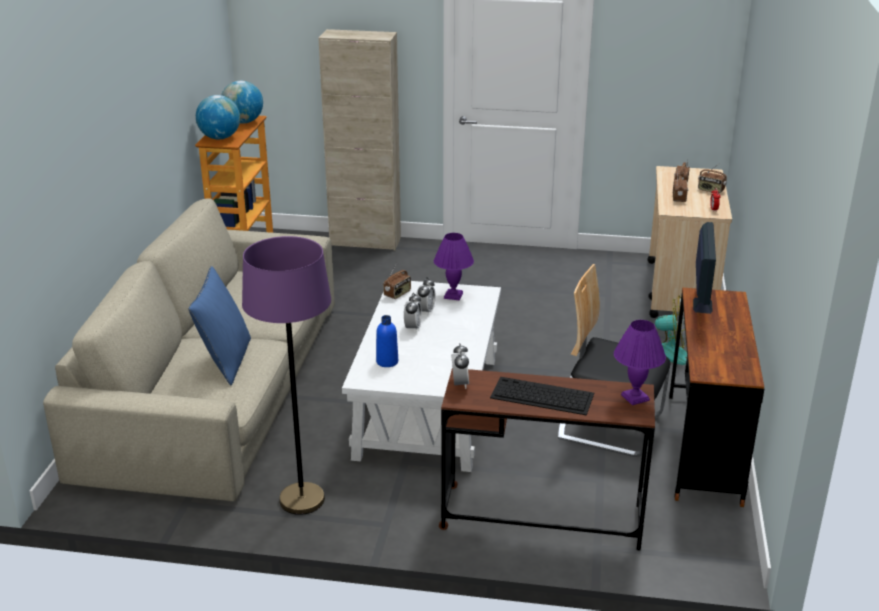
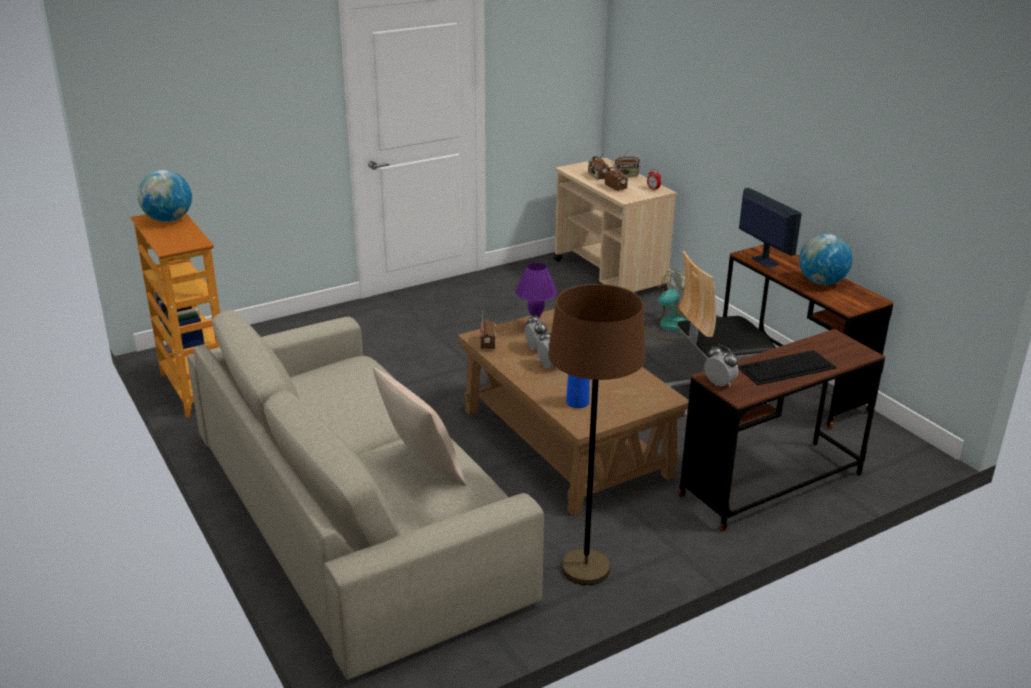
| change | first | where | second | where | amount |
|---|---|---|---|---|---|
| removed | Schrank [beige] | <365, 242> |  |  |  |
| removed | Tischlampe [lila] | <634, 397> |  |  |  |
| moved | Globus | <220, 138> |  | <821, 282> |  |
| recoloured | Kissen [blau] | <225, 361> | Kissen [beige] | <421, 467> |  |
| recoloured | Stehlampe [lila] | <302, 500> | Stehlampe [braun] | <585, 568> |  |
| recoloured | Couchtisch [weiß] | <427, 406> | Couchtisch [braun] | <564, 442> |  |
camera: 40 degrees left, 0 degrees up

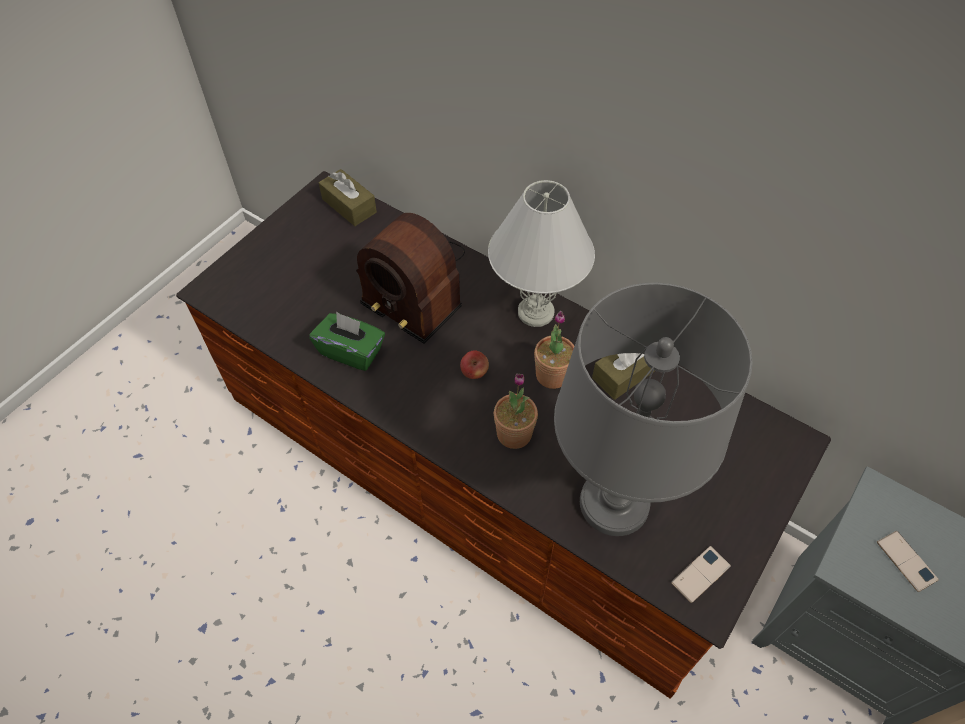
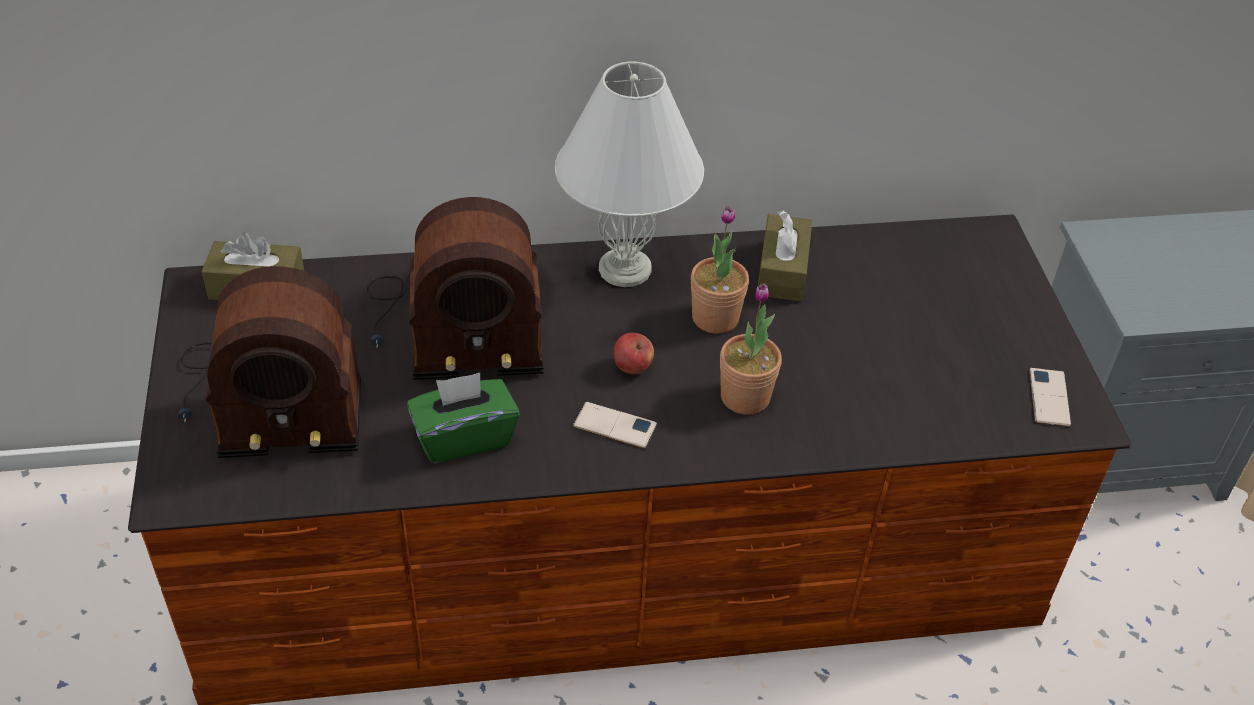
| change | first | where | second | where | amount |
|---|---|---|---|---|---|
| removed | Tischlampe [grau] | <614, 503> |  |  |  |
| added |  |  | Radio | <270, 397> |  |
| moved | Handy | <906, 561> |  | <615, 425> |  |
camera: 45 degrees left, 10 degrees down

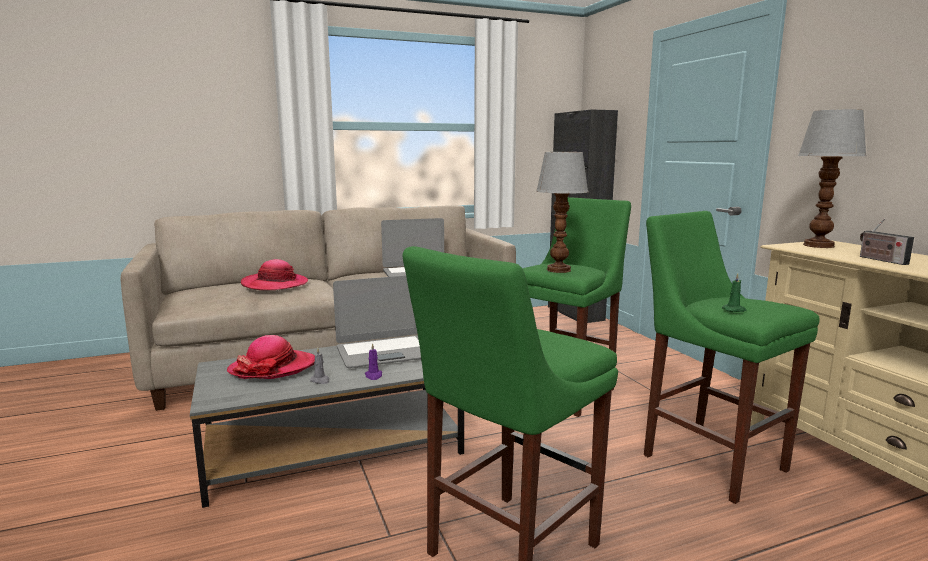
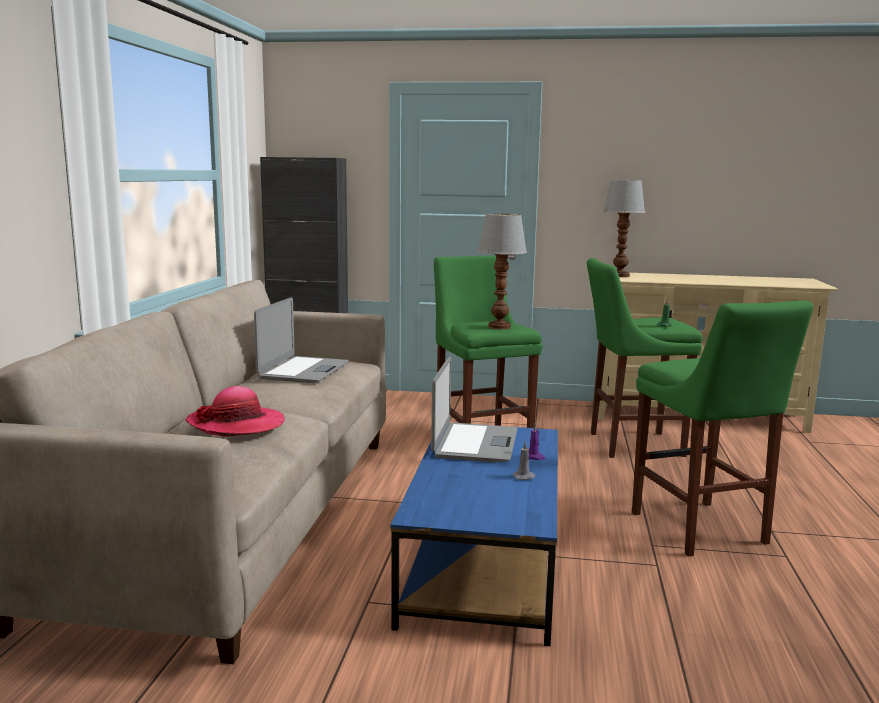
| change | first | where | second | where | amount |
|---|---|---|---|---|---|
| removed | Hut | <273, 368> |  |  |  |
| removed | Radio | <880, 260> |  |  |  |
| recoloured | Couchtisch [grau] | <333, 447> | Couchtisch [blau] | <483, 560> |  |
camera: 60 degrees left, 0 degrees up

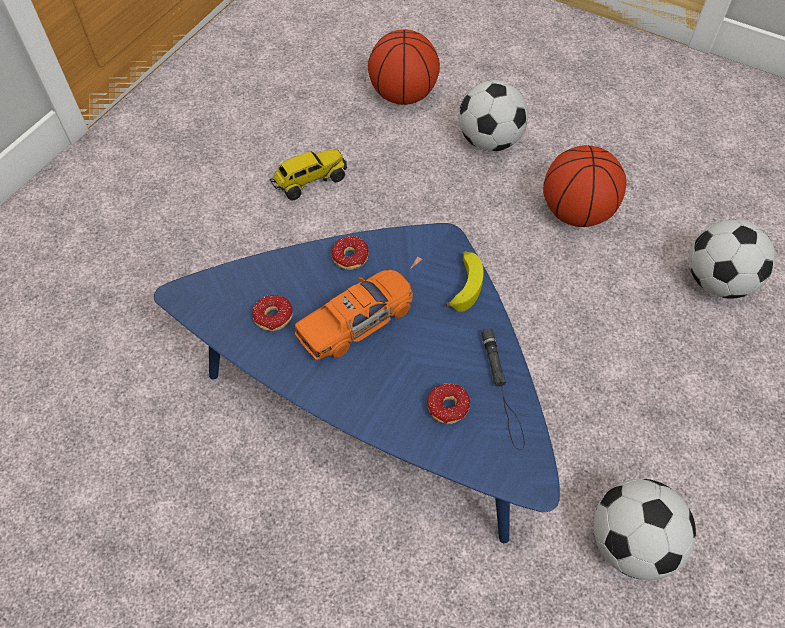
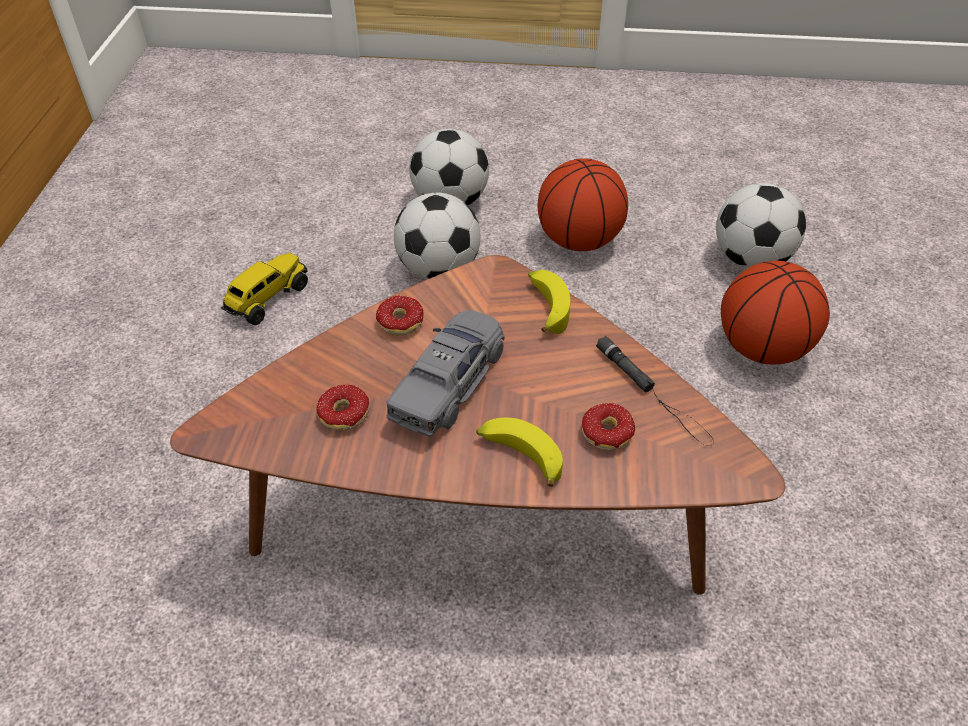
| change | first | where | second | where | amount |
|---|---|---|---|---|---|
| added |  |  | Banane | <519, 456> |  |
| moved | Basketball | <403, 95> |  | <761, 348> |  |
| moved | Fußball | <630, 542> |  | <438, 269> |  |
| recoloured | Couchtisch [blau] | <379, 407> | Couchtisch [braun] | <481, 506> |  |
| recoloured | Spielzeugauto [orange] | <357, 322> | Spielzeugauto [grau] | <449, 385> |  |
camera: 25 degrees left, 10 degrees down

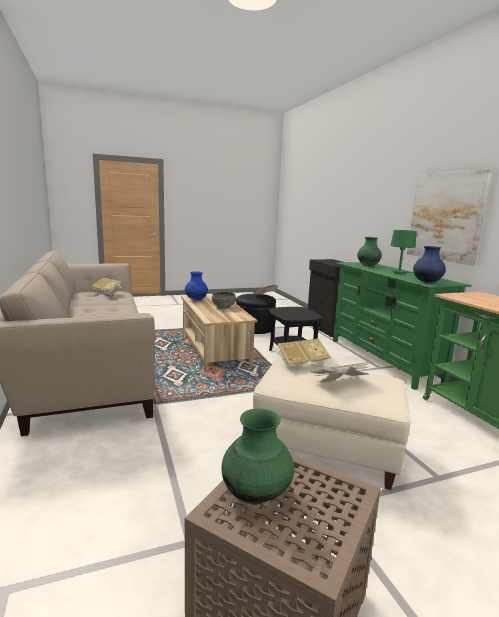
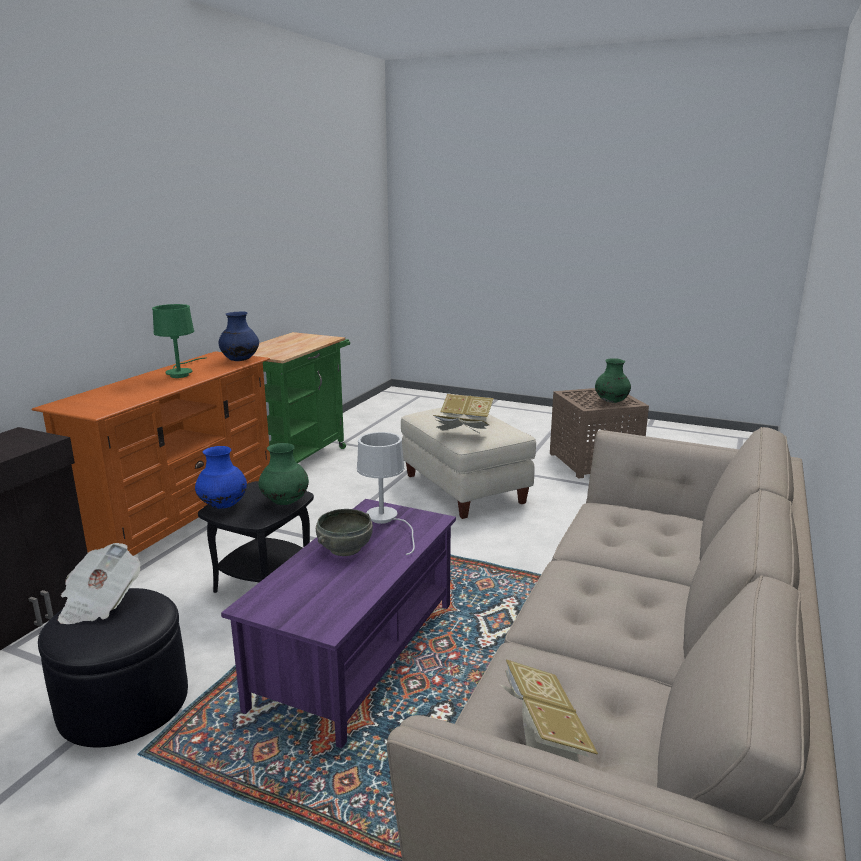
| change | first | where | second | where | amount |
|---|---|---|---|---|---|
| removed | Bild | <446, 216> |  |  |  |
| added |  |  | Tischlampe [weiß] | <387, 522> |  |
| moved | Vase [blau] | <196, 300> |  | <223, 506> |  |
| moved | Vase [grün] | <368, 265> |  | <285, 502> |  |
| recoloured | Couchtisch [beige] | <214, 351> | Couchtisch [lila] | <357, 654> |  |
| recoloured | Fernsehschrank [grün] | <383, 360> | Fernsehschrank [orange] | <183, 523> |  |
camera: 135 degrees left, 5 degrees up

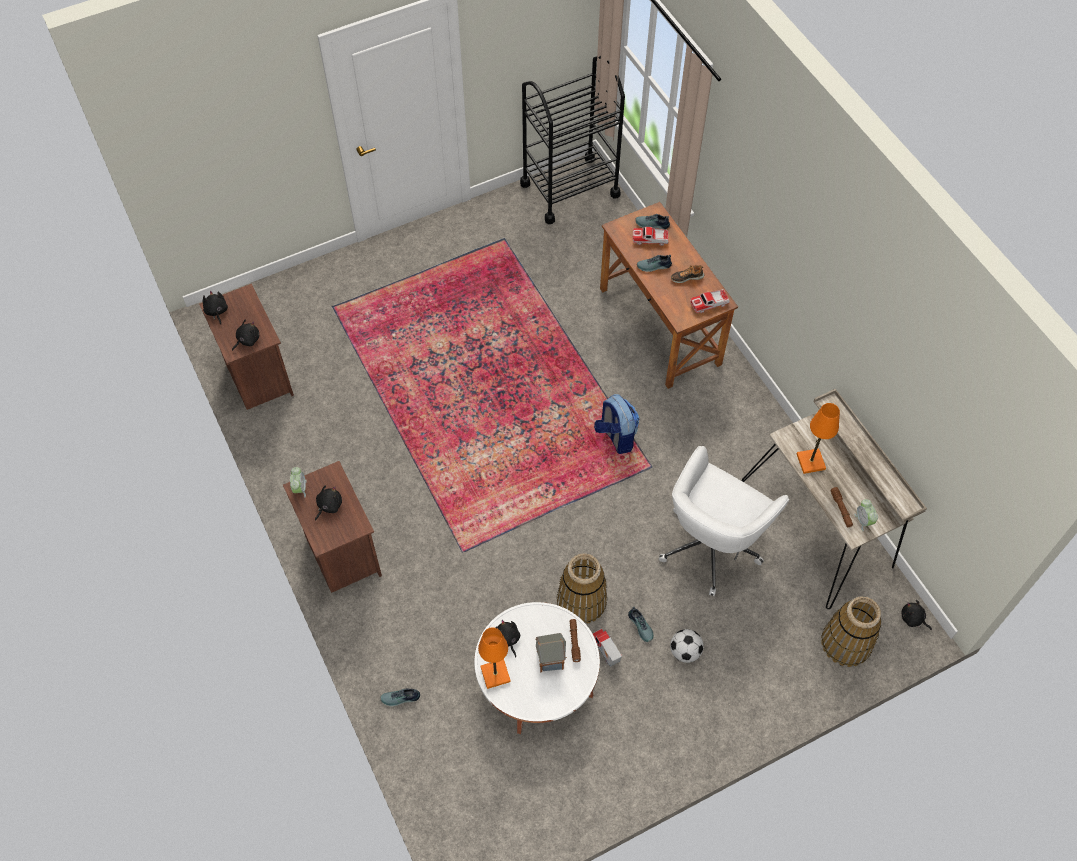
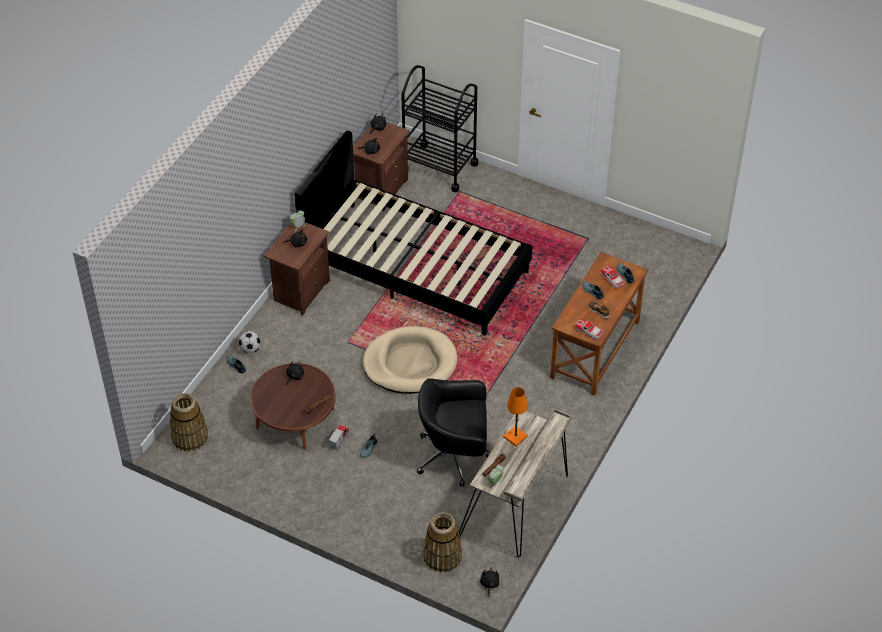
| change | first | where | second | where | amount |
|---|---|---|---|---|---|
| removed | Tischlampe [orange] | <495, 674> |  |  |  |
| removed | Spielzeughaus | <551, 659> |  |  |  |
| removed | Rucksack | <616, 437> |  |  |  |
| added |  |  | Bett [schwarz] | <415, 267> |  |
| added |  |  | Hundebett [beige] | <410, 363> |  |
| moved | Rollwagen [schwarz] | <569, 189> |  | <439, 167> |  |
| moved | Korb | <581, 601> |  | <189, 437> |  |
| moved | Fußball | <685, 651> |  | <250, 349> |  |
| recoloured | Couchtisch [weiß] | <537, 679> | Couchtisch [braun] | <295, 419> |  |
| recoloured | Bürostuhl [weiß] | <712, 544> | Bürostuhl [schwarz] | <454, 456> |  |
camera: 55 degrees right, 10 degrees down

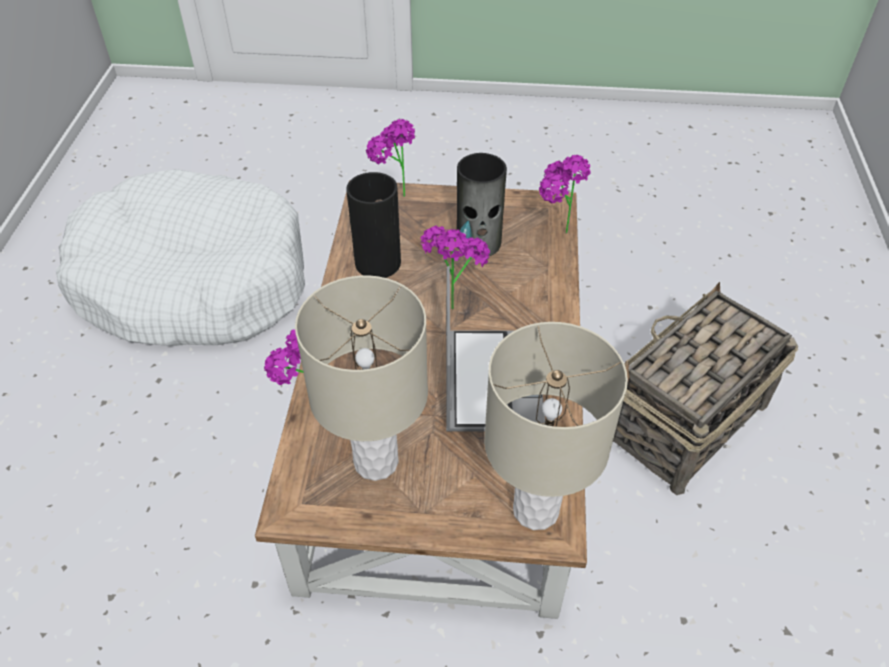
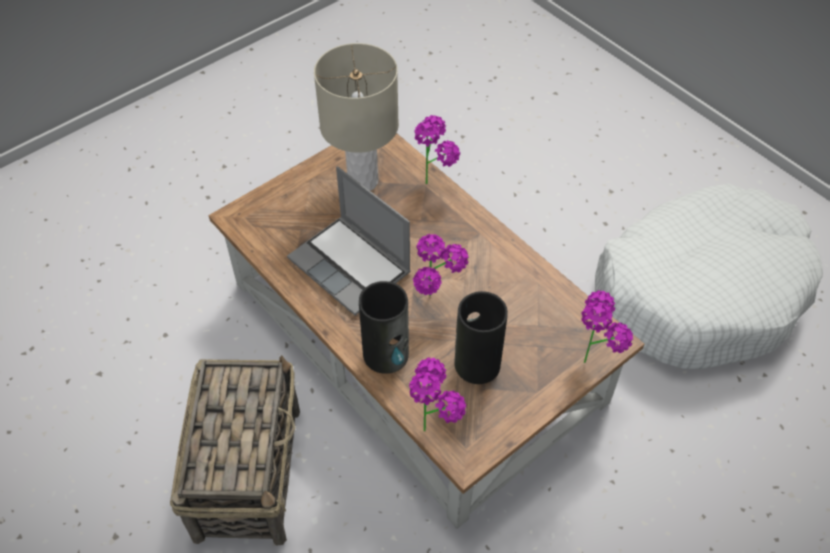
| change | first | where | second | where | amount |
|---|---|---|---|---|---|
| removed | Tischlampe [beige] | <535, 509> |  |  |  |
| moved | Vase | <377, 262> |  | <386, 354> |  |
camera: 135 degrees right, 5 degrees up

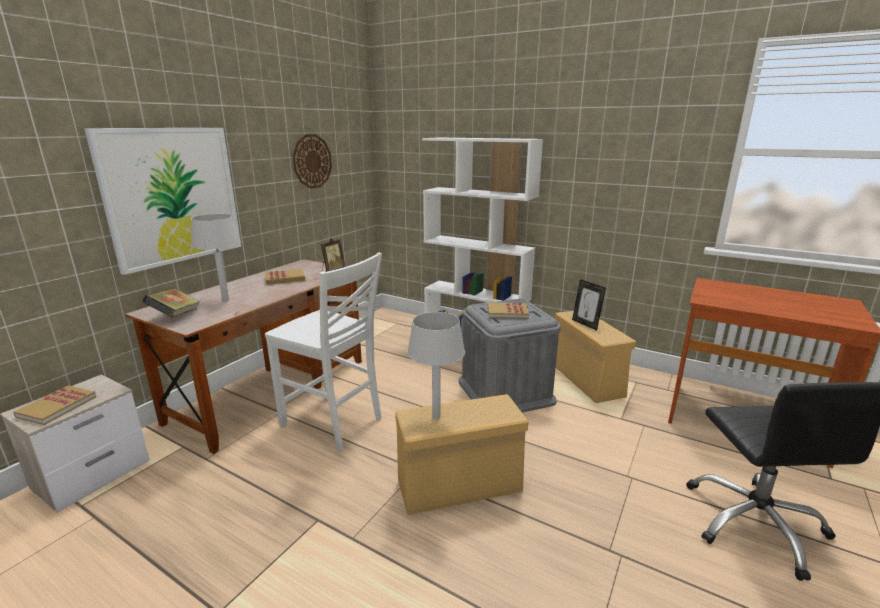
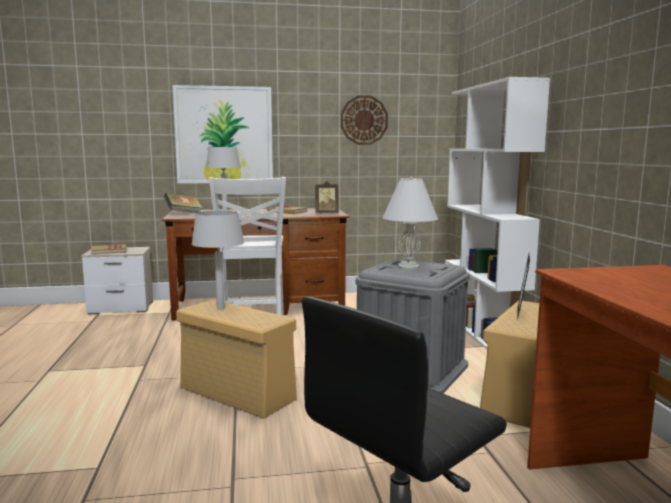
| change | first | where | second | where | amount |
|---|---|---|---|---|---|
| replaced | Buch | <507, 312> | Tischlampe [weiß] | <408, 267> |  |
camera: 50 degrees right, 10 degrees down

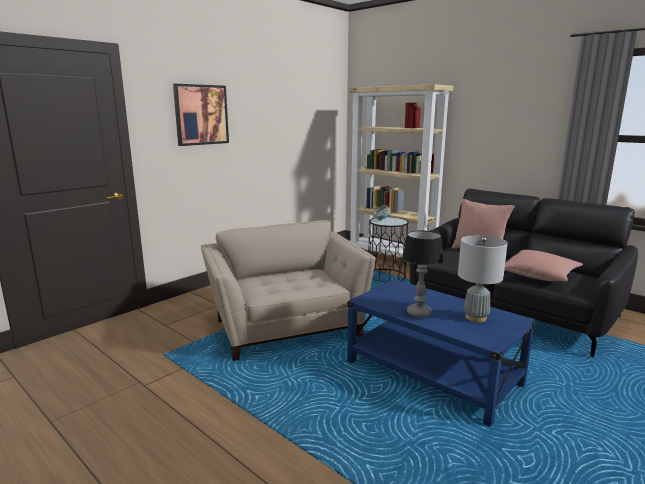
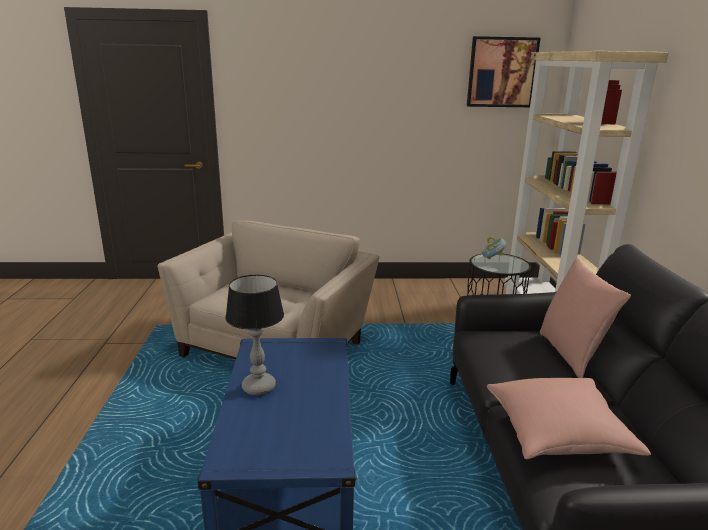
| change | first | where | second | where | amount |
|---|---|---|---|---|---|
| removed | Tischlampe [grau] | <475, 317> |  |  |  |
| moved | Bild | <201, 115> |  | <501, 72> |  |
camera: 45 degrees right, 5 degrees up

